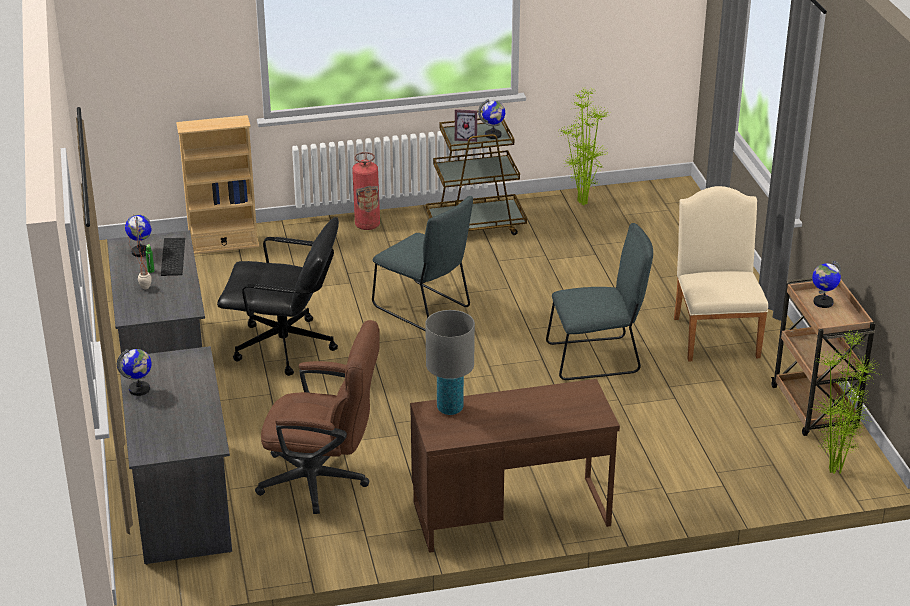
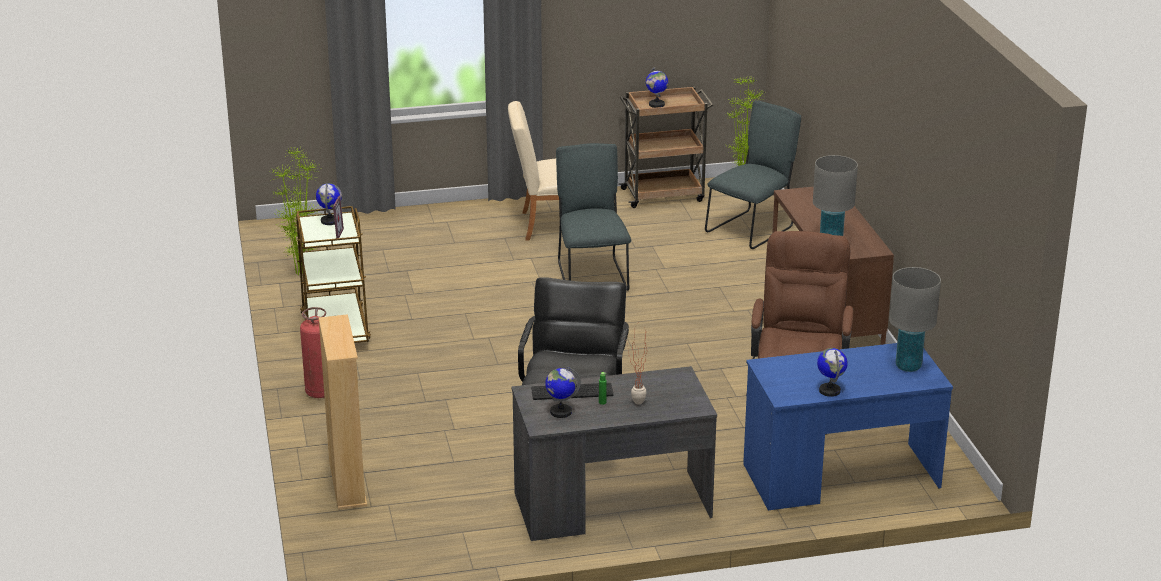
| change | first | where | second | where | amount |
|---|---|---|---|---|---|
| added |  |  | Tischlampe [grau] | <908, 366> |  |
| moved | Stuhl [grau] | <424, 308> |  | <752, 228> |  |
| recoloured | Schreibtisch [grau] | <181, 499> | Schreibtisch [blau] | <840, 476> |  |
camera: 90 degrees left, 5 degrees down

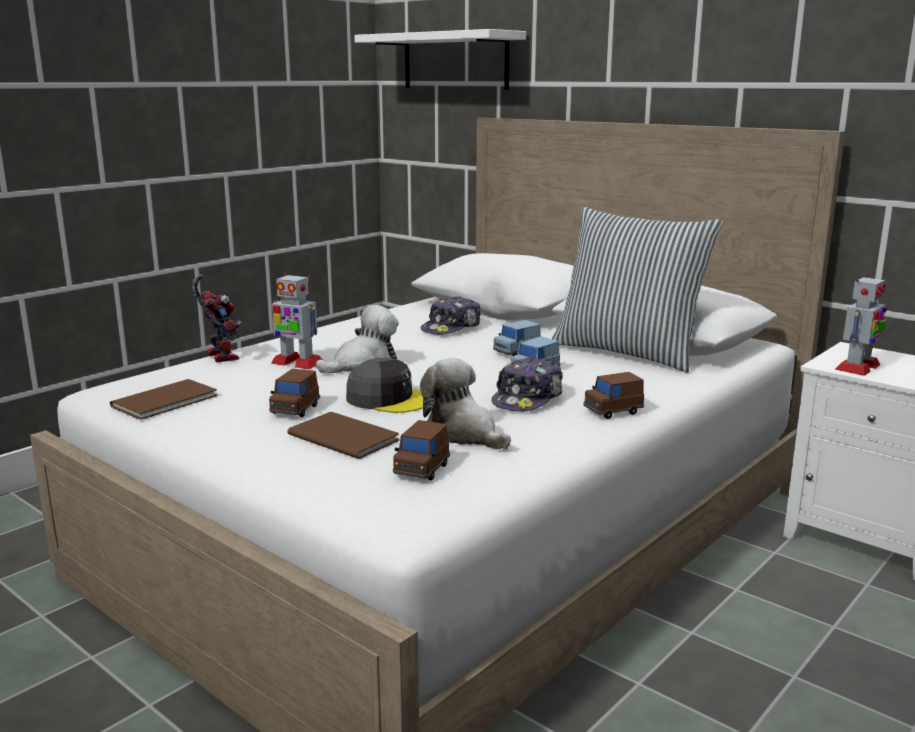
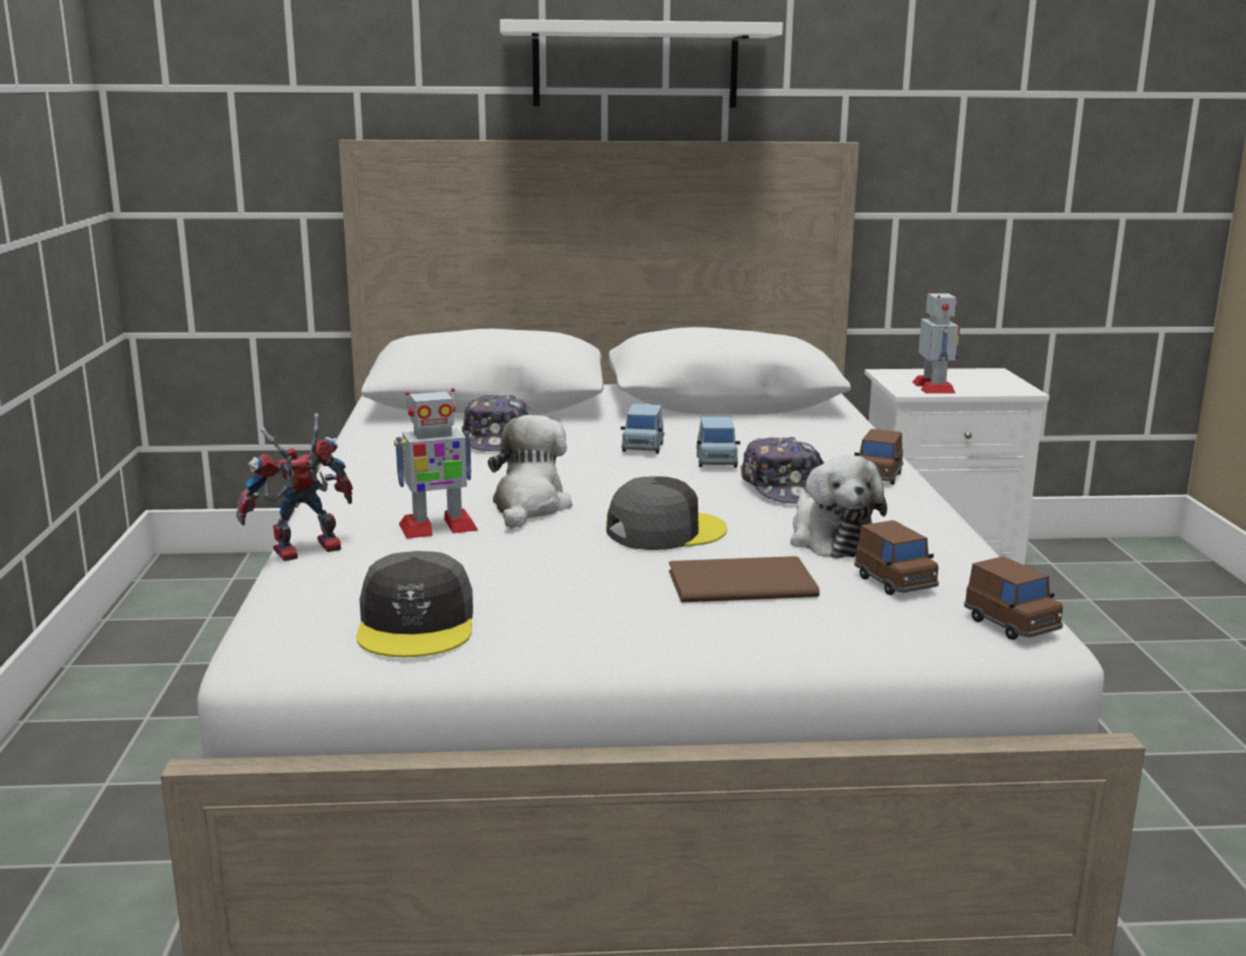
| change | first | where | second | where | amount |
|---|---|---|---|---|---|
| removed | Kissen | <628, 352> |  |  |  |
| moved | Spielzeugauto [braun] | <295, 409> |  | <1011, 624> |  |
| moved | Wandregal [weiß] | <455, 61> |  | <635, 66> |  |
| replaced | Buch [braun] | <168, 401> | Kappe [grau] | <417, 624> |  |
| turned | Spielzeugroboter | <218, 356> |  | <302, 552> | 45 degrees counterclockwise |
| turned | Plüschtier | <463, 434> |  | <830, 539> | 105 degrees counterclockwise |
camera: 45 degrees left, 0 degrees up

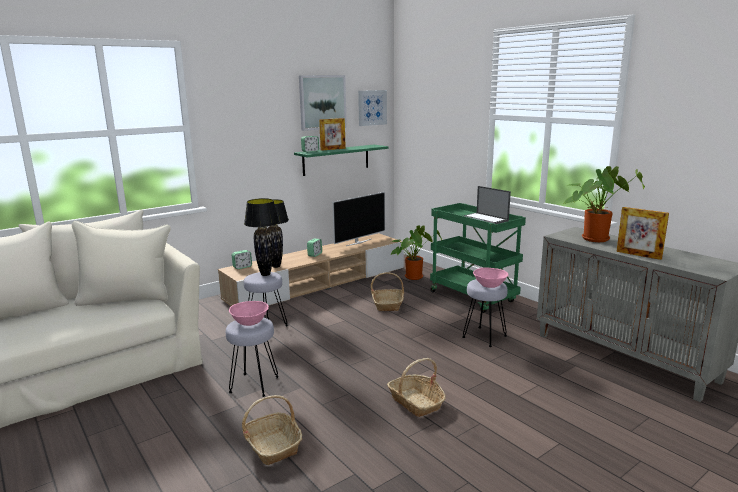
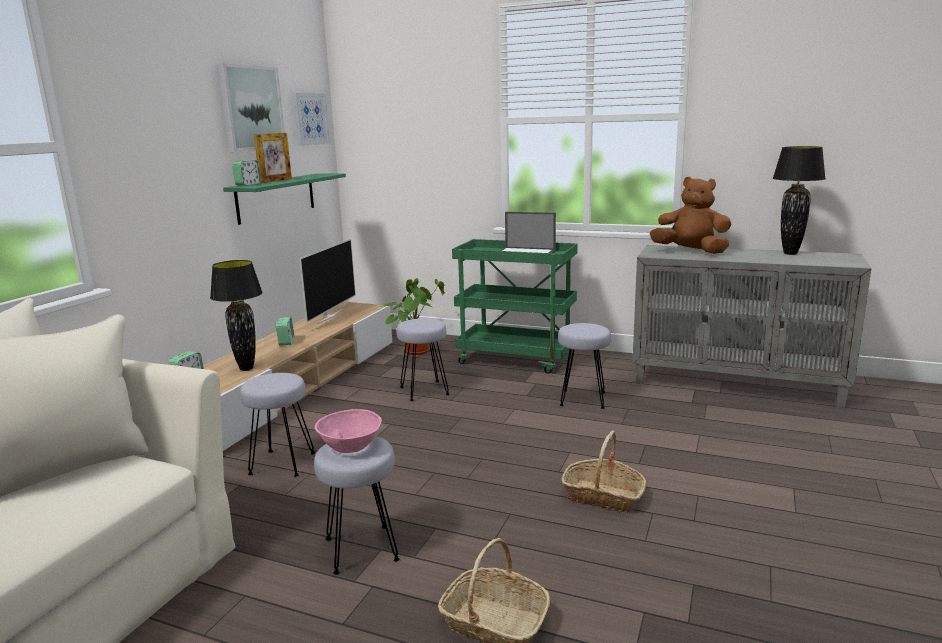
| change | first | where | second | where | amount |
|---|---|---|---|---|---|
| removed | Schüssel [rosa] | <490, 285> |  |  |  |
| removed | Bilderrahmen | <638, 255> |  |  |  |
| moved | Tischlampe [schwarz] | <265, 274> |  | <790, 253> |  |
| replaced | Korb | <388, 304> | Hocker [grau] | <424, 390> |  |
| replaced | Topfpflanze | <596, 238> | Plüschtier [braun] | <691, 251> |  |
camera: 30 degrees left, 0 degrees up

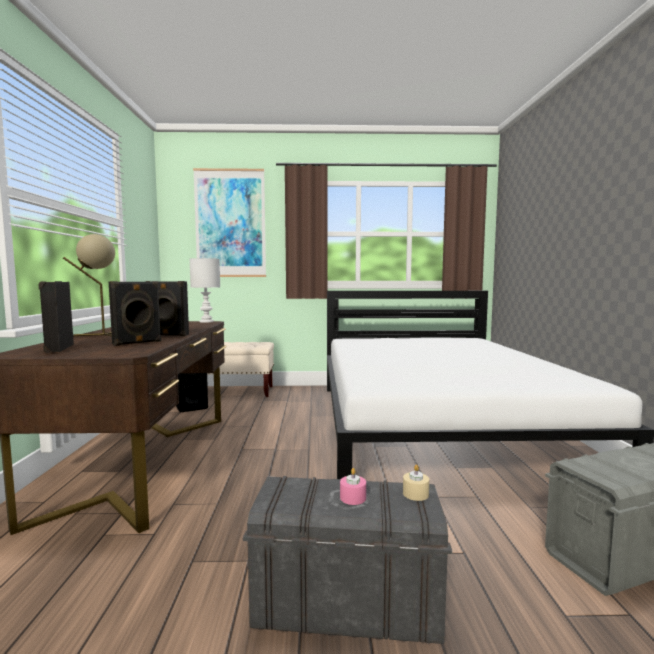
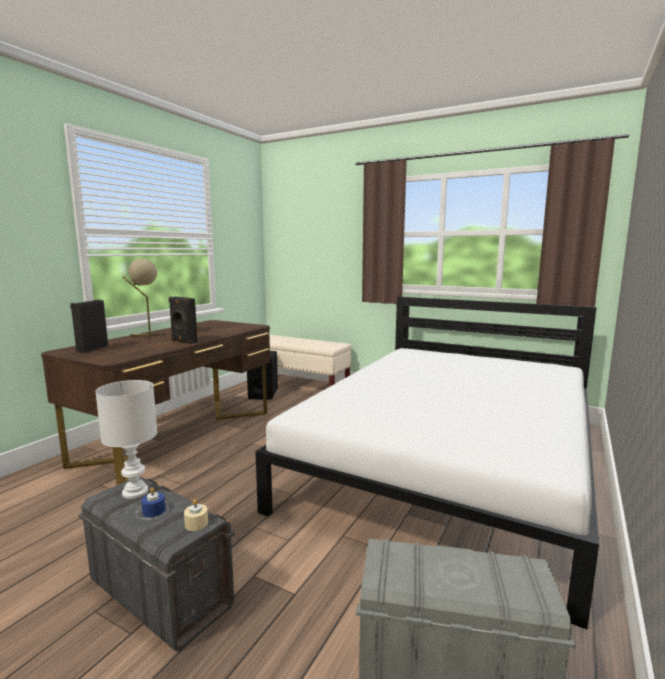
| change | first | where | second | where | amount |
|---|---|---|---|---|---|
| removed | Lautsprecher [schwarz] | <137, 343> |  |  |  |
| removed | Bild | <230, 223> |  |  |  |
| moved | Tischlampe [weiß] | <207, 321> |  | <136, 492> |  |
| recoloured | Kerze [rosa] | <353, 497> | Kerze [blau] | <154, 511> |  |
camera: 30 degrees right, 5 degrees up

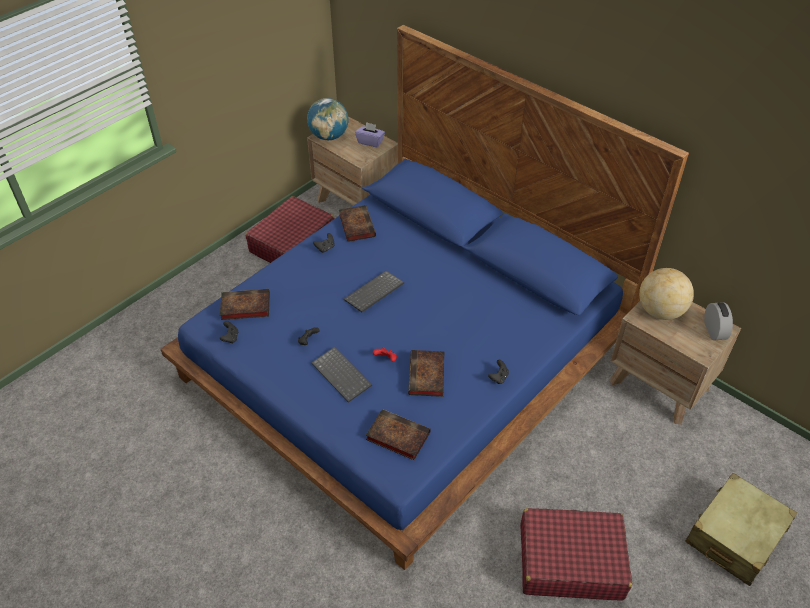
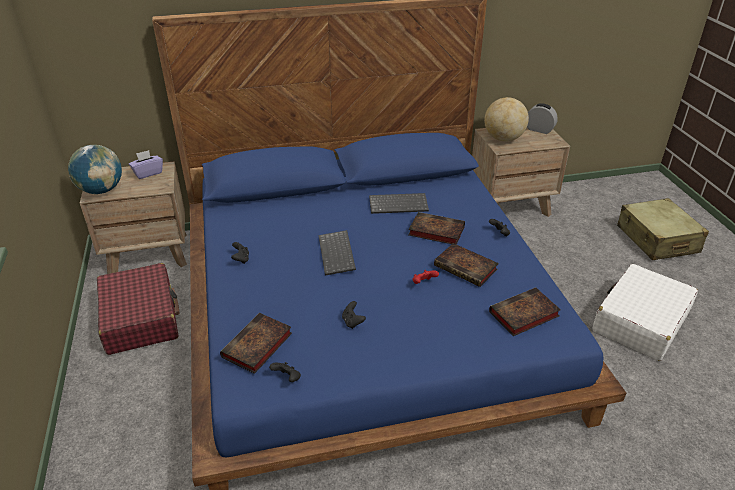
| change | first | where | second | where | amount |
|---|---|---|---|---|---|
| moved | Tastatur | <343, 375> |  | <399, 204> |  |
| moved | Buch | <356, 225> |  | <435, 231> |  |
| recoloured | Koffer [rot] | <570, 561> | Koffer [weiß] | <640, 322> |  |
camera: 55 degrees left, 10 degrees down

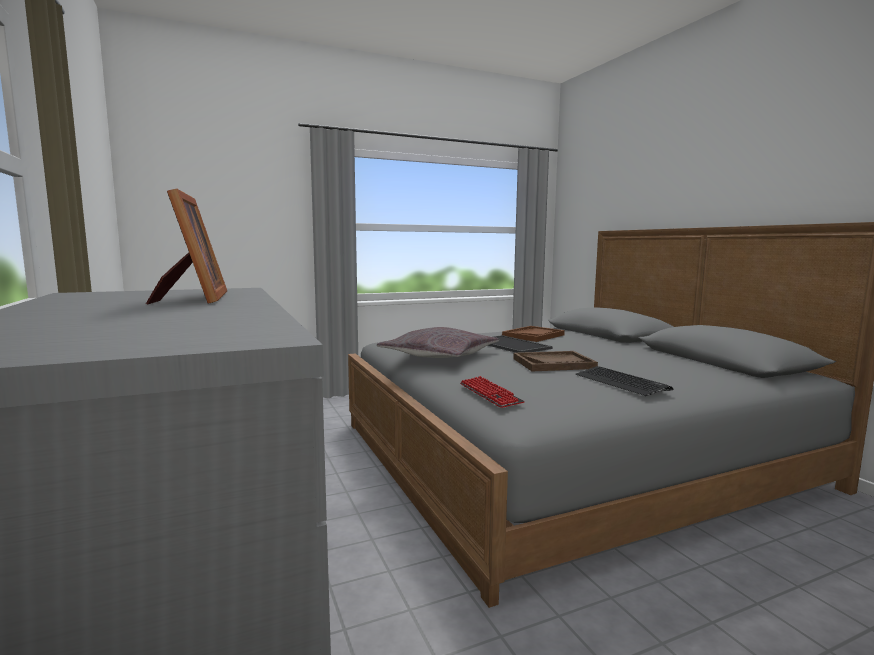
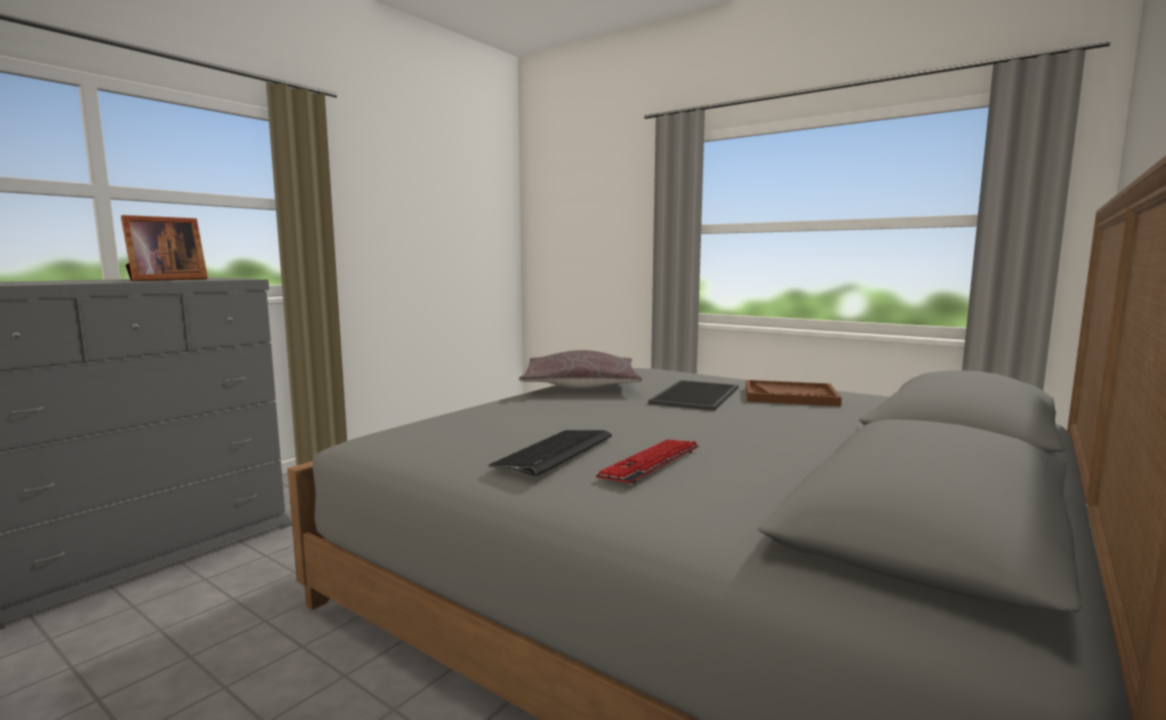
| change | first | where | second | where | amount |
|---|---|---|---|---|---|
| removed | Tablett [braun] | <553, 363> |  |  |  |
| moved | Tastatur | <490, 394> |  | <650, 463> |  |
camera: 60 degrees right, 0 degrees up

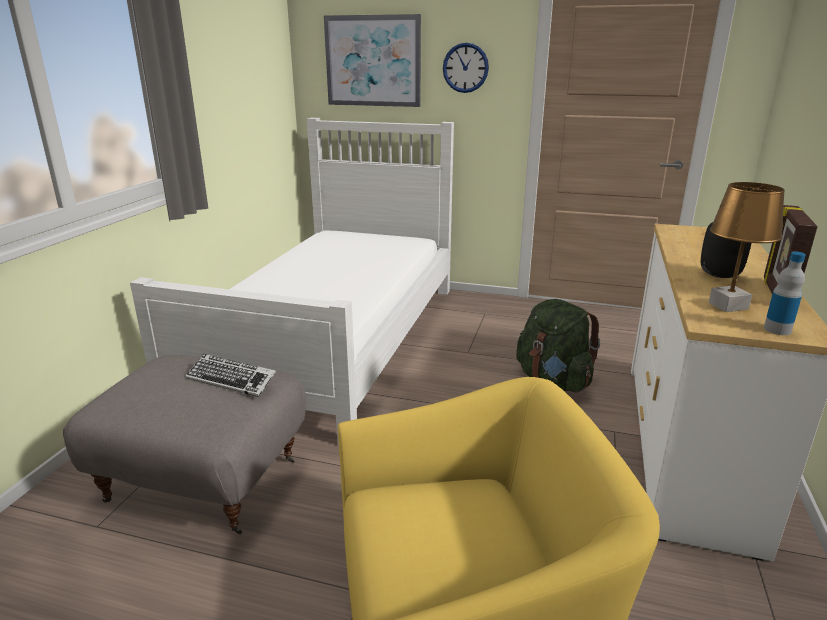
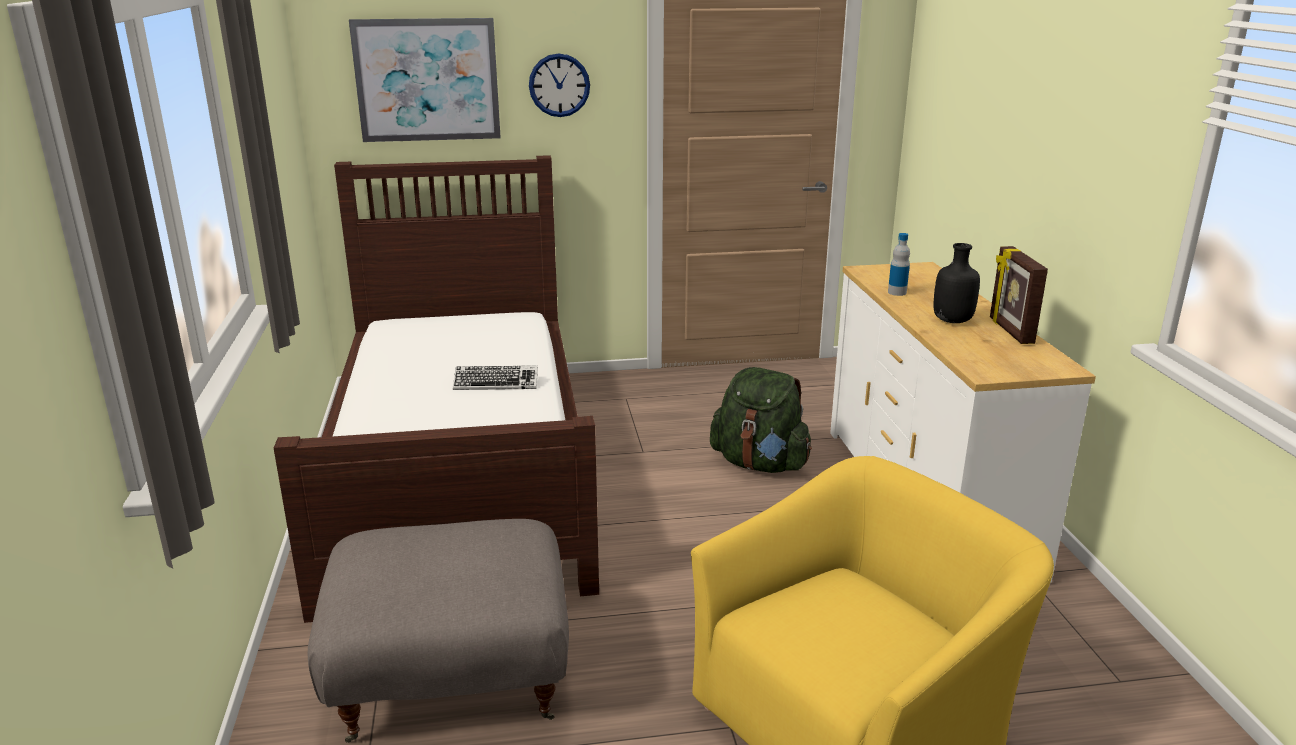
| change | first | where | second | where | amount |
|---|---|---|---|---|---|
| removed | Tischlampe [braun] | <728, 306> |  |  |  |
| moved | Tastatur | <231, 380> |  | <496, 383> |  |
| moved | Flasche | <777, 329> |  | <897, 292> |  |
| recoloured | Bett [weiß] | <333, 339> | Bett [braun] | <460, 471> |  |
camera: 25 degrees left, 0 degrees up

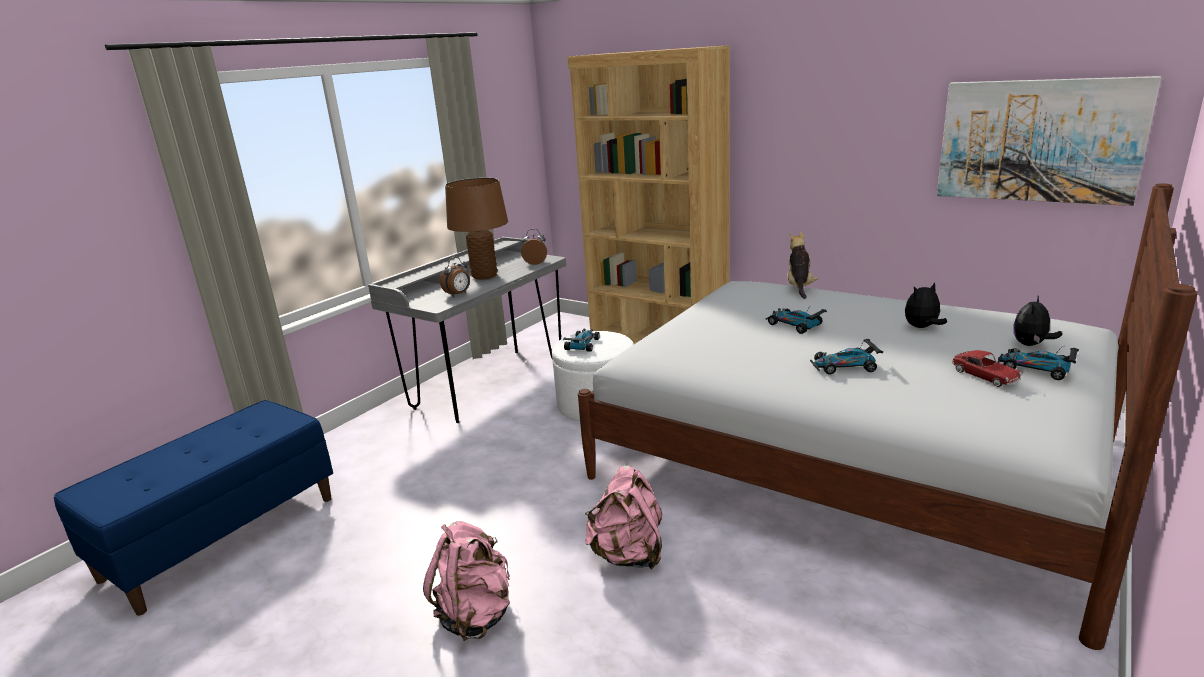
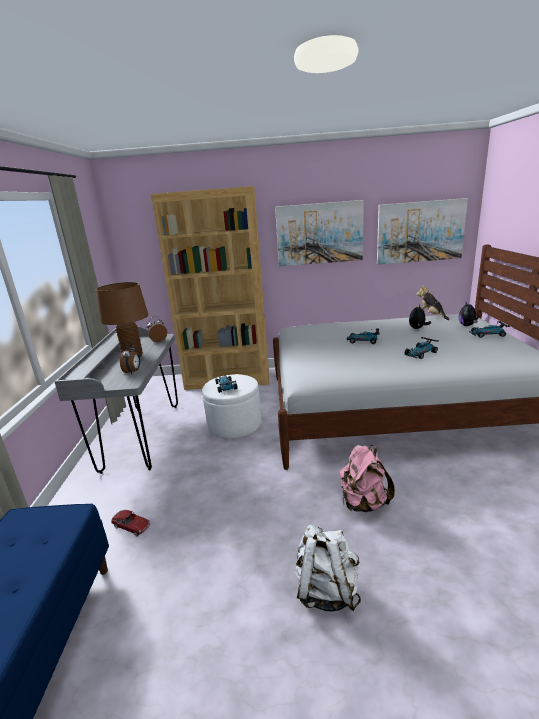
| change | first | where | second | where | amount |
|---|---|---|---|---|---|
| added |  |  | Bild | <319, 233> |  |
| moved | Plüschtier | <799, 287> |  | <431, 315> |  |
| moved | Spielzeugauto | <984, 376> |  | <131, 526> |  |
| recoloured | Rucksack [rosa] | <476, 615> | Rucksack [weiß] | <326, 590> |  |
camera: 35 degrees left, 0 degrees up

